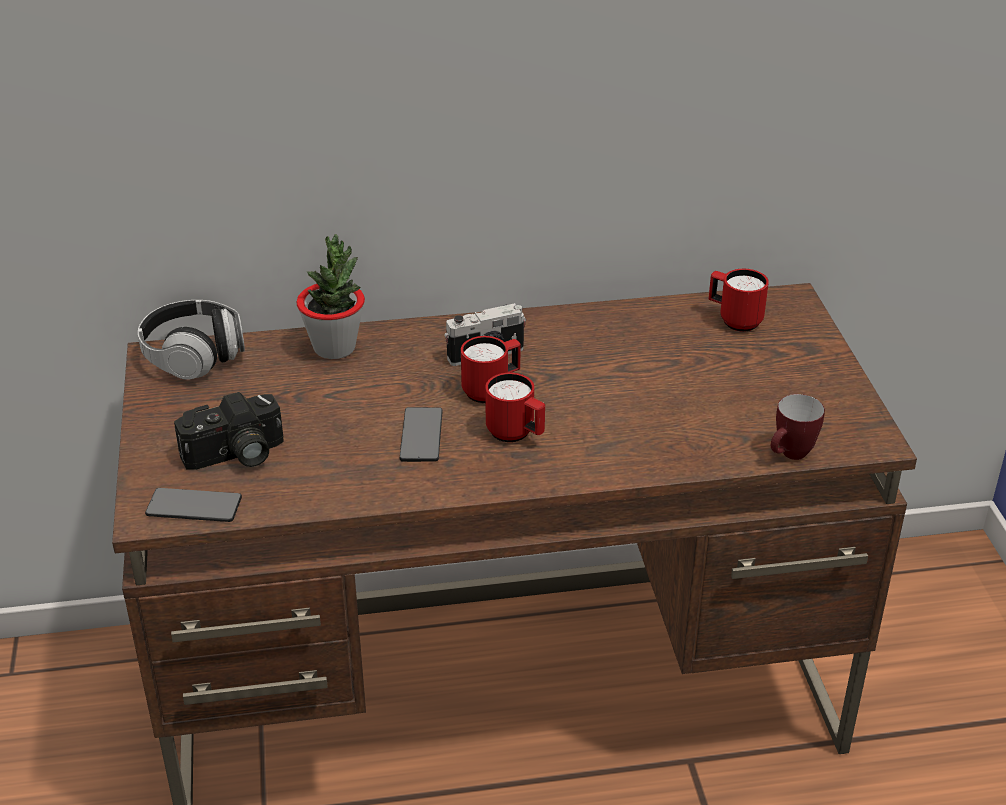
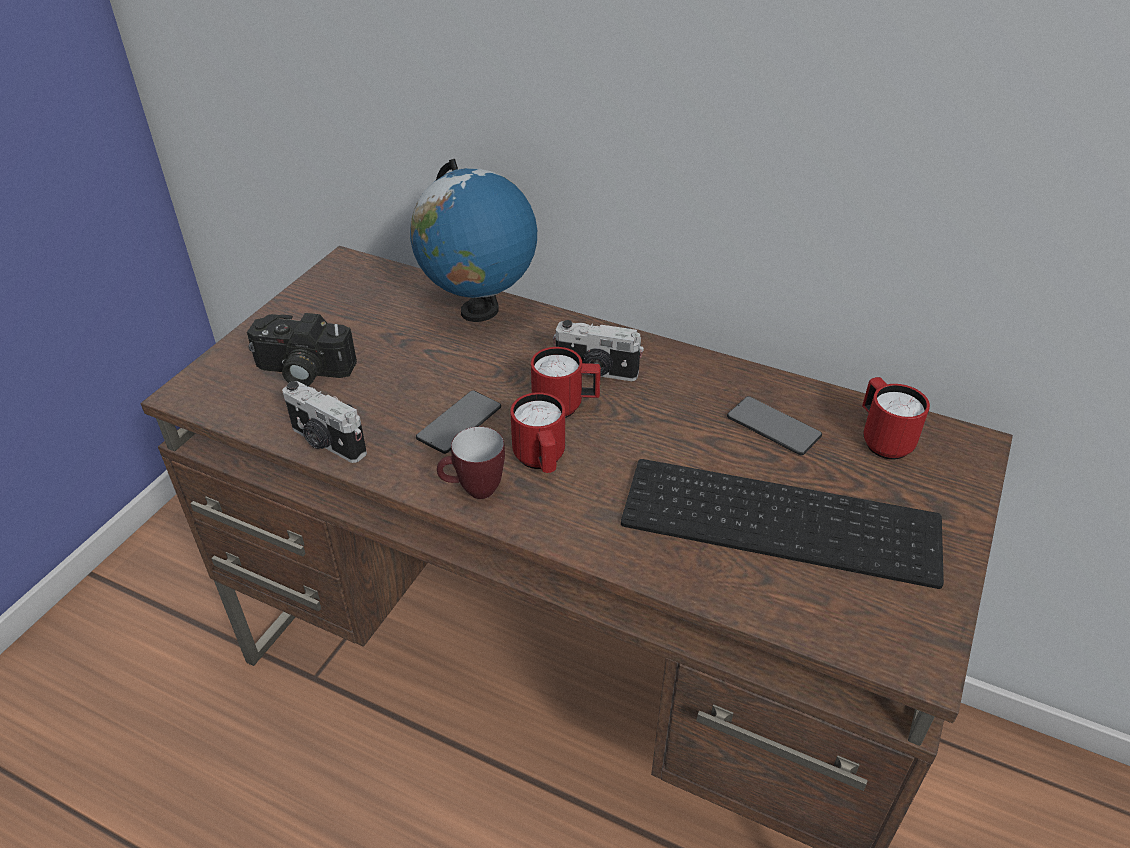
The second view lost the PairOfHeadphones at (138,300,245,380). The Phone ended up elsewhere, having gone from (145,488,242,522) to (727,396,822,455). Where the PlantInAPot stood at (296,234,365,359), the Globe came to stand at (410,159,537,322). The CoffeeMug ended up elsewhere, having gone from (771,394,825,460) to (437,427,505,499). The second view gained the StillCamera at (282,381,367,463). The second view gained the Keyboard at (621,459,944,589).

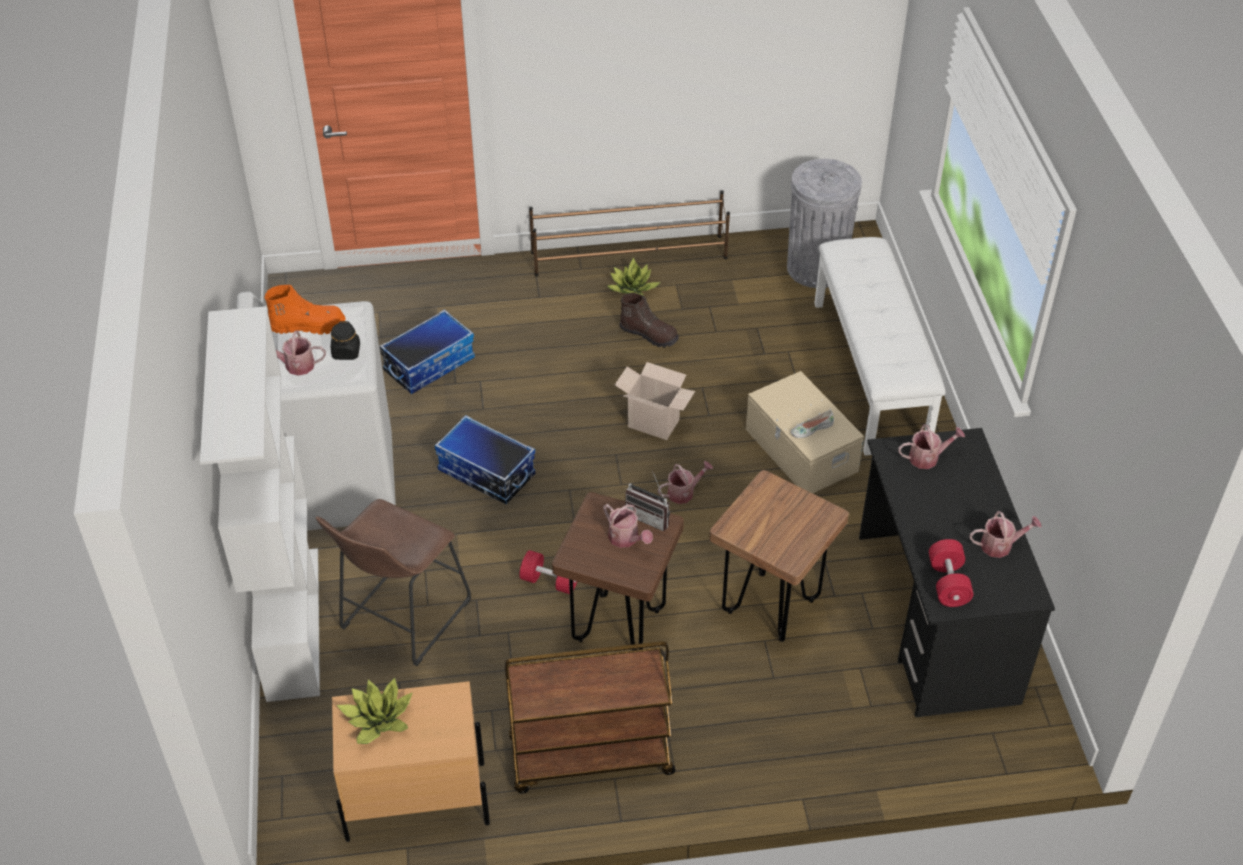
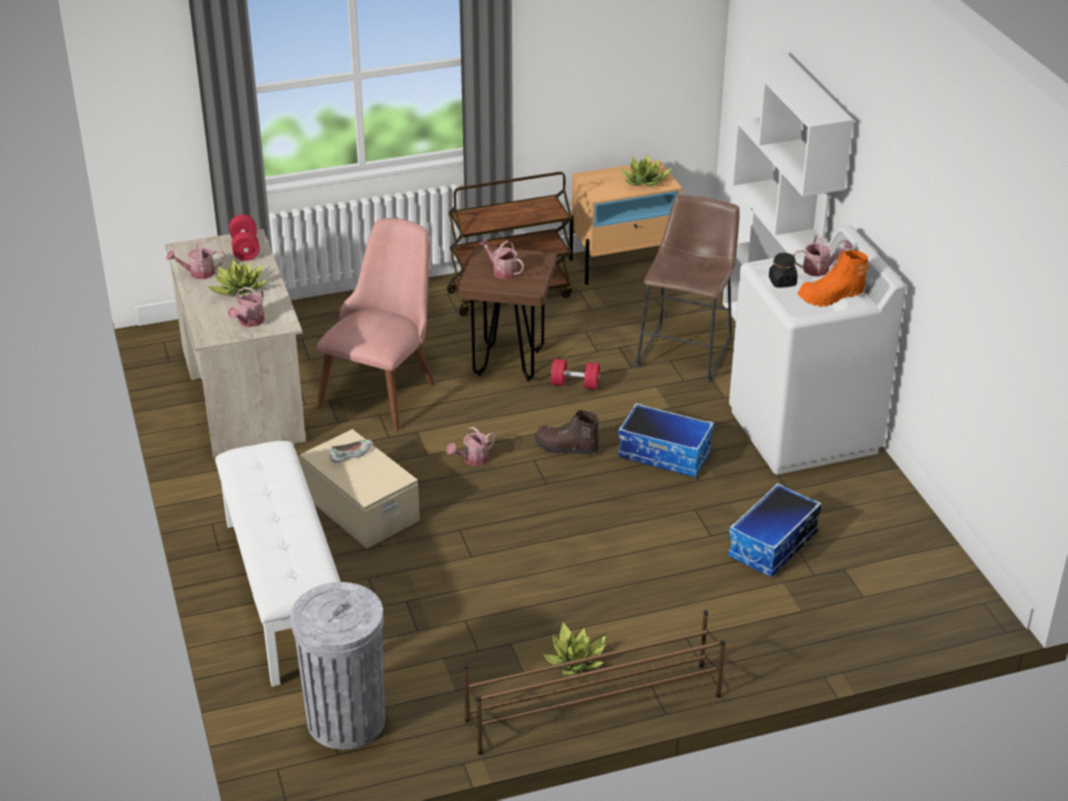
The second view lost the CardboardBox at (615,362,695,440). The BrownColouredHighTopBoot ended up elsewhere, having gone from (620,293,679,348) to (535,410,599,455). The second view lost the Radio at (625,471,670,531). Where the BrownColouredStoolSeat stood at (709,470,849,642), the PinkColouredPlainChair came to stand at (317,218,435,431). What was the BlackDeskTable at (859,428,1055,717) turned into the BeigeColouredDeskTable at (165,229,306,459). The SprinklingCan at (898,424,965,469) ended up facing another way, 45 degrees counterclockwise from before. The second view gained the PlantInAPot at (207,260,267,296).

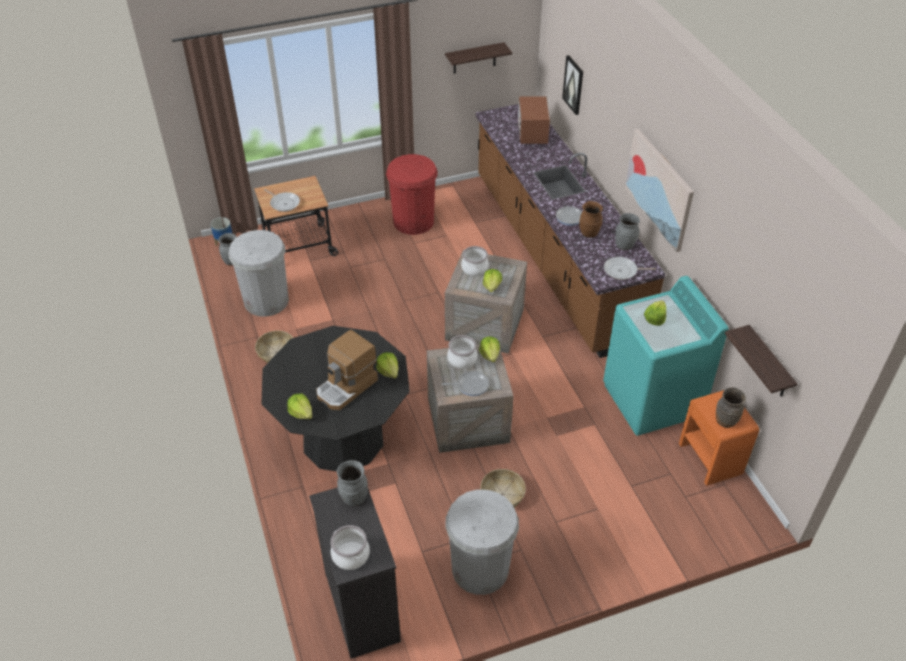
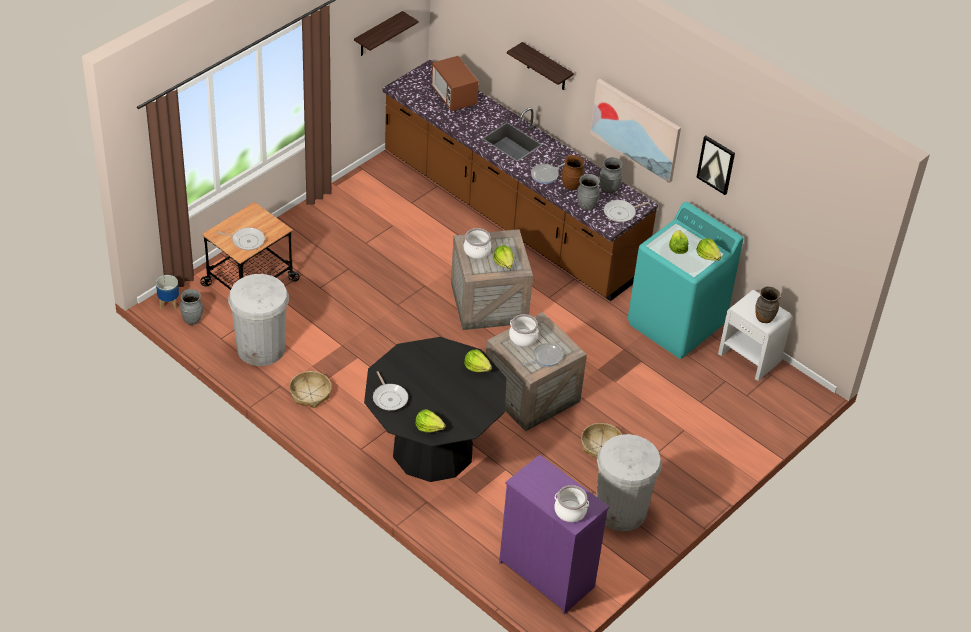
What was the BlackChestOfDrawers at (309,487,401,659) turned into the PurpleColouredChestOfDrawers at (499,455,609,614). The second view lost the CoffeeBrewer at (316,330,378,410). The GreyishFlowerVase ended up elsewhere, having gone from (337,460,368,506) to (577,174,600,210). The second view lost the ReddishWasteBin at (386,154,438,235). The LettuceHead ended up elsewhere, having gone from (479,337,500,362) to (697,238,721,261). The WallPicture ended up elsewhere, having gone from (562,55,583,115) to (696,136,735,195). What was the OrangeyBedsideTable at (679,390,759,486) turned into the WhiteBedsideTable at (718,290,792,381). The Shelf ended up elsewhere, having gone from (725,325,798,397) to (507,42,574,90). The second view gained the Skillet at (373,371,408,410).

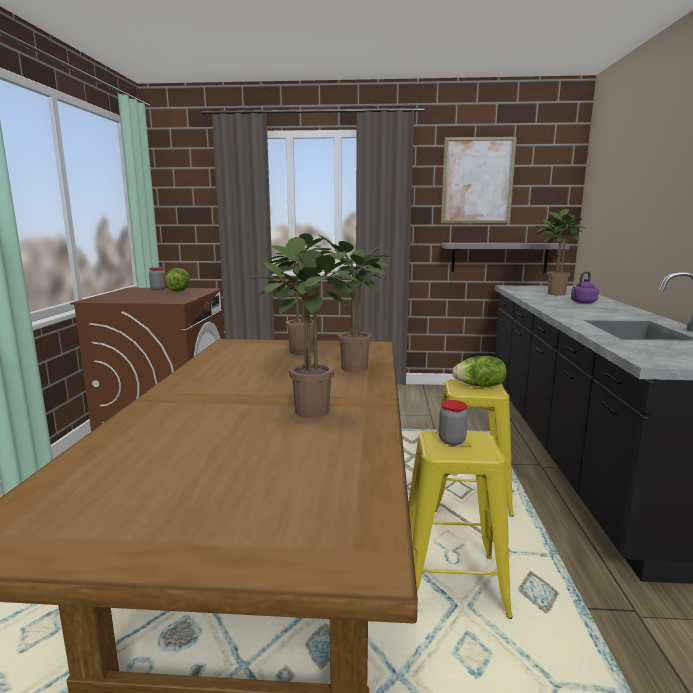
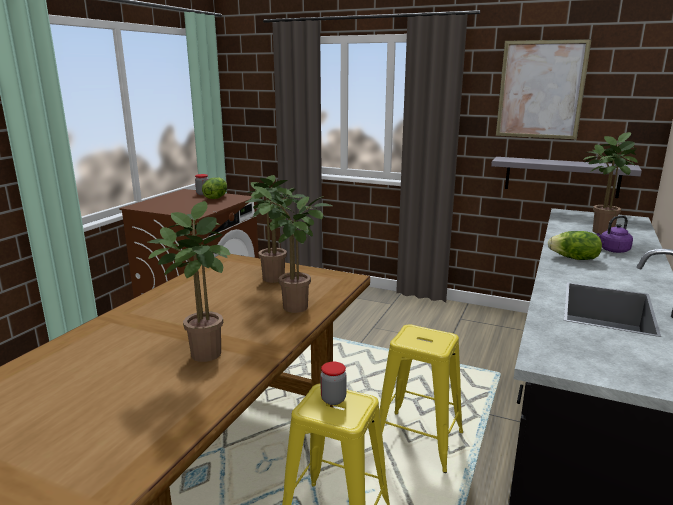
The LettuceHead ended up elsewhere, having gone from (452,356,506,387) to (548,231,602,260).

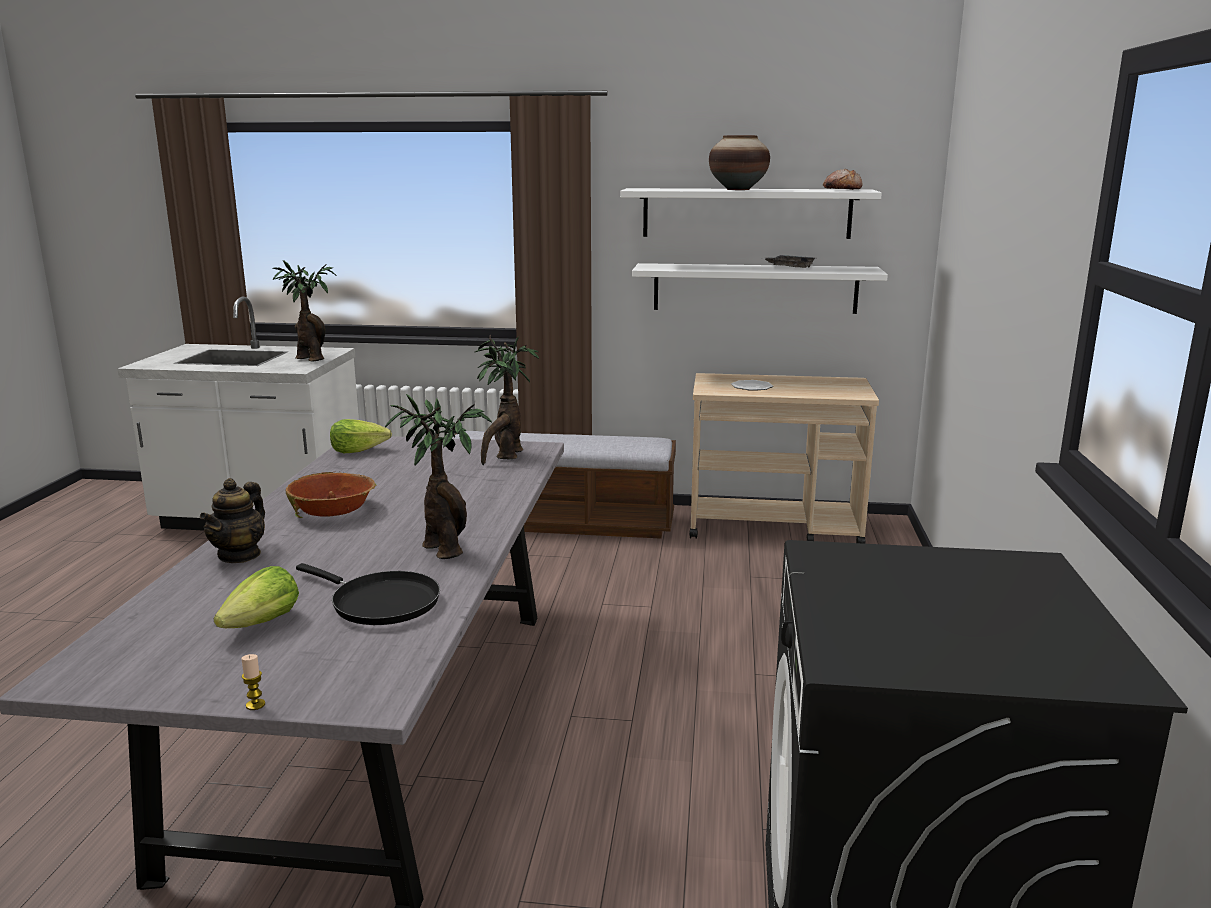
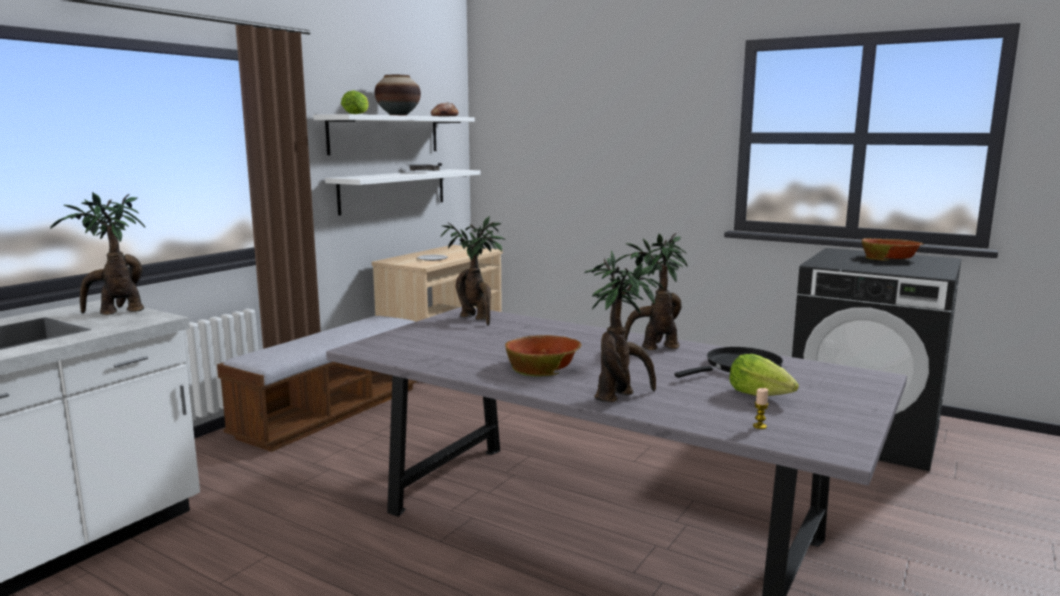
Where the PotForTea stood at (200,478,265,563), the PlantInAPot came to stand at (584,251,664,402). The Candle ended up elsewhere, having gone from (241,654,265,710) to (753,388,769,429). The LettuceHead ended up elsewhere, having gone from (330,419,392,453) to (341,90,369,114). The second view gained the Bowl at (862,238,924,261).

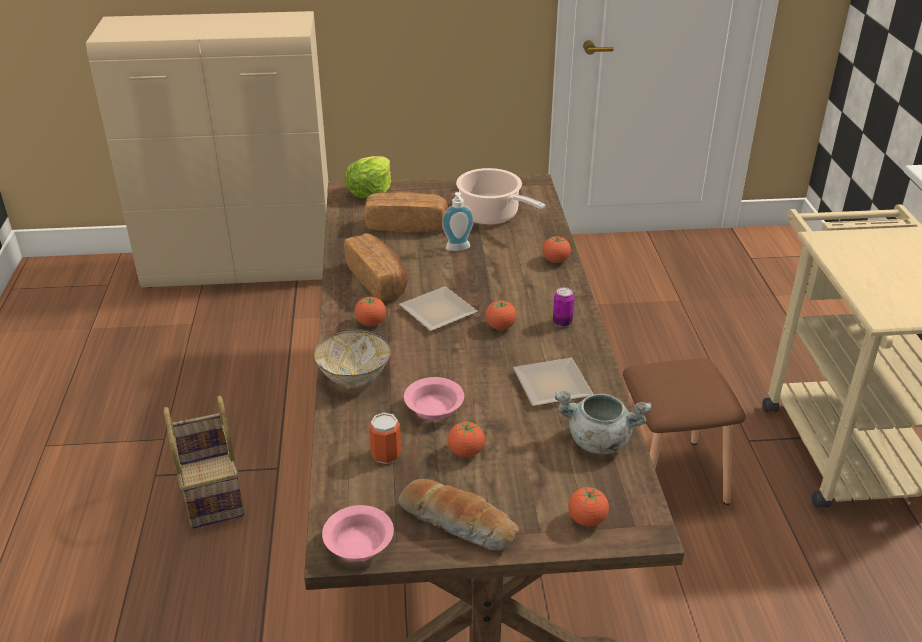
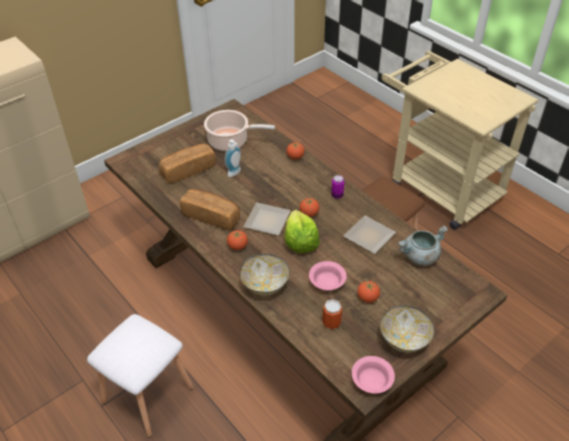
Where the StorageBasket stood at (164,396,244,529), the WhiteStoolSeat came to stand at (87,314,194,438). The LettuceHead ended up elsewhere, having gone from (345,156,391,199) to (285,210,320,253). Where the BakedBread stood at (399,479,519,551), the Bowl came to stand at (380,305,434,353). The second view lost the Tomato at (568,487,609,526).

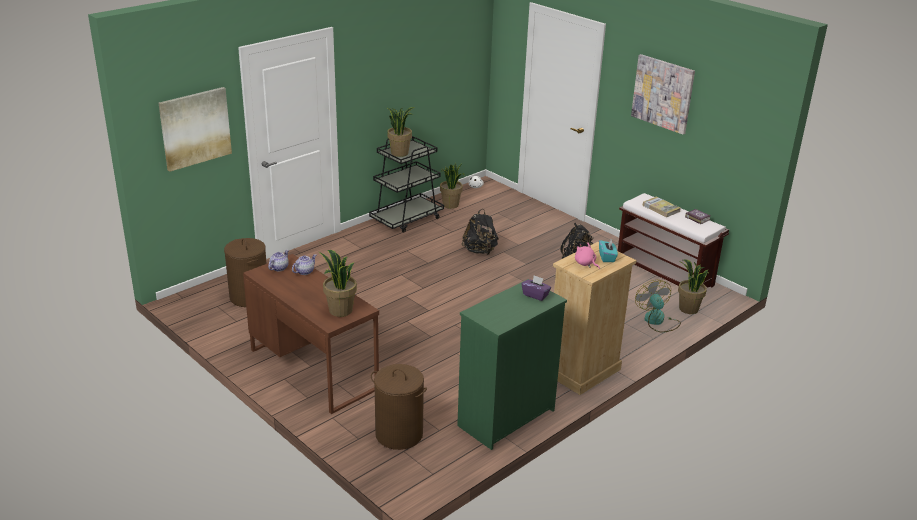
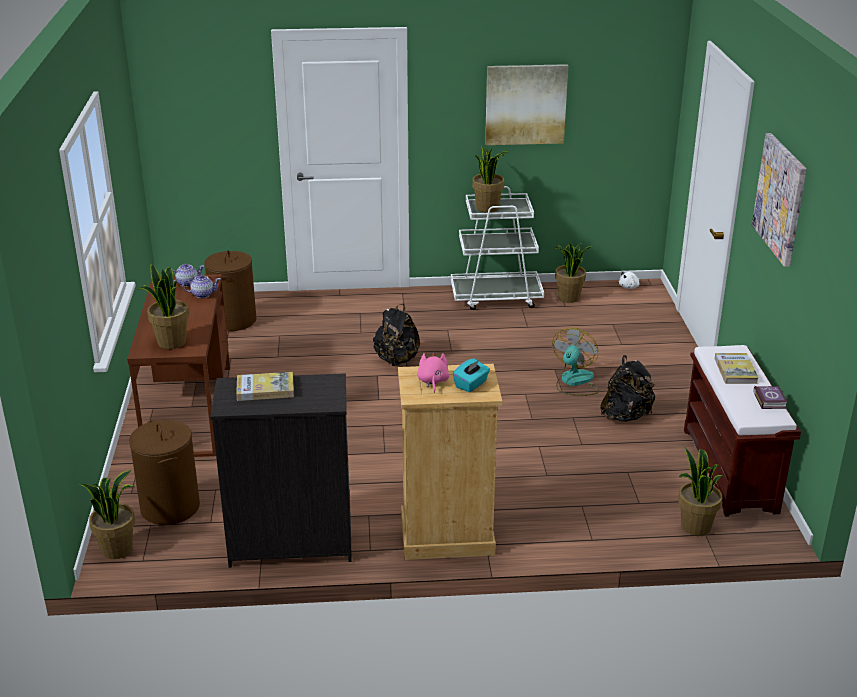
The WallPicture ended up elsewhere, having gone from (158,87,232,172) to (485,64,568,145). What was the BlackTrolley at (369,136,444,233) turned into the WhiteTrolley at (451,186,544,310). What was the GreenColouredChestOfDrawers at (457,279,567,450) turned into the BlackChestOfDrawers at (210,373,352,568). The BlackBackpack ended up elsewhere, having gone from (461,209,499,255) to (373,304,420,366). The second view lost the PurpleColouredTissueBox at (522,275,551,301). The ElectricFan ended up elsewhere, having gone from (635,280,681,333) to (552,328,599,396). The second view gained the PlantInAPot at (80,470,135,559). The second view gained the Volume at (236,372,294,401).

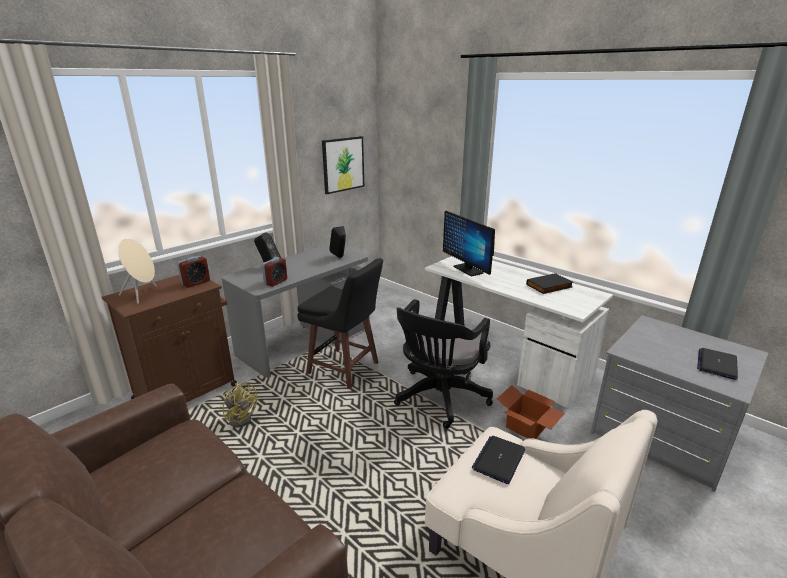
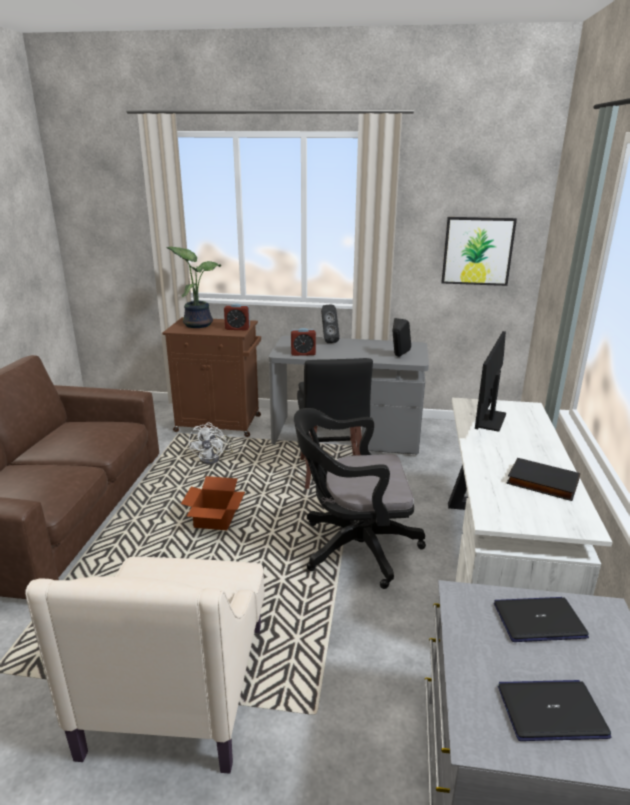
Where the BeigeColouredAudioSpeaker stood at (118,239,157,304), the PlantInAPot came to stand at (166,247,221,328). What was the YellowishElectricFan at (223,383,257,428) turned into the WhiteElectricFan at (189,422,233,464). The Laptop ended up elsewhere, having gone from (472,436,525,484) to (494,597,589,642). The CardboardBox ended up elsewhere, having gone from (497,385,565,439) to (181,476,245,530).

